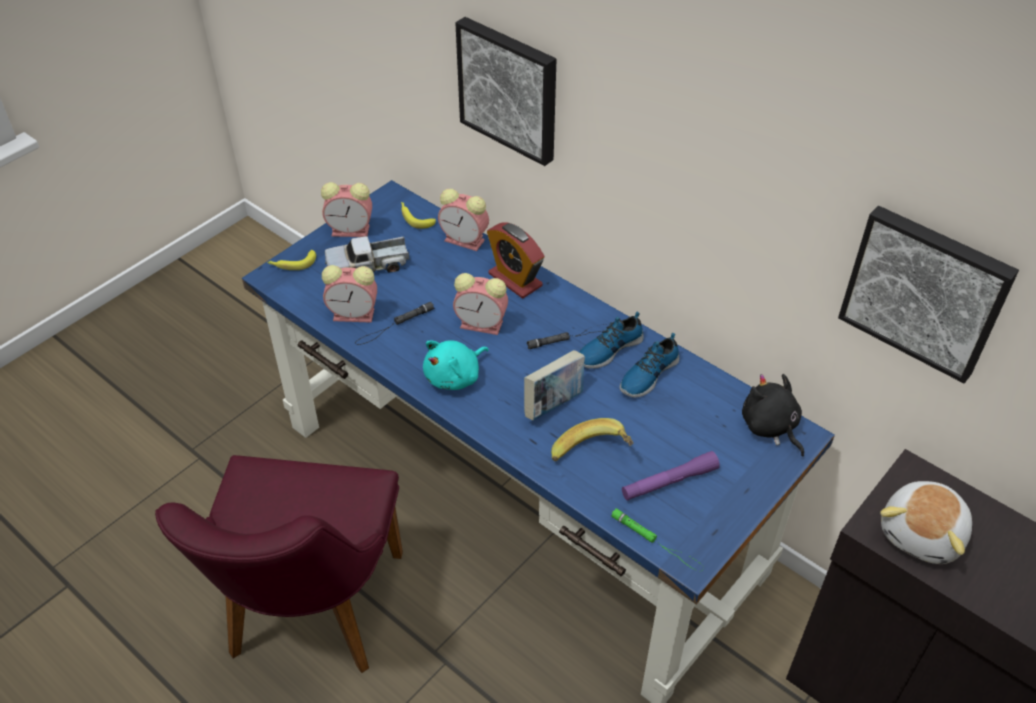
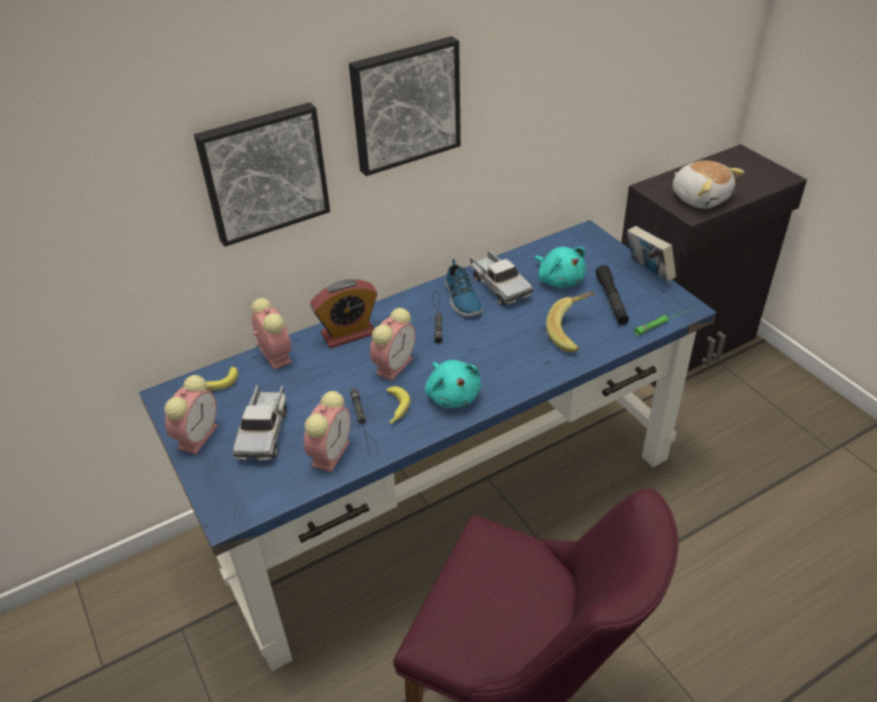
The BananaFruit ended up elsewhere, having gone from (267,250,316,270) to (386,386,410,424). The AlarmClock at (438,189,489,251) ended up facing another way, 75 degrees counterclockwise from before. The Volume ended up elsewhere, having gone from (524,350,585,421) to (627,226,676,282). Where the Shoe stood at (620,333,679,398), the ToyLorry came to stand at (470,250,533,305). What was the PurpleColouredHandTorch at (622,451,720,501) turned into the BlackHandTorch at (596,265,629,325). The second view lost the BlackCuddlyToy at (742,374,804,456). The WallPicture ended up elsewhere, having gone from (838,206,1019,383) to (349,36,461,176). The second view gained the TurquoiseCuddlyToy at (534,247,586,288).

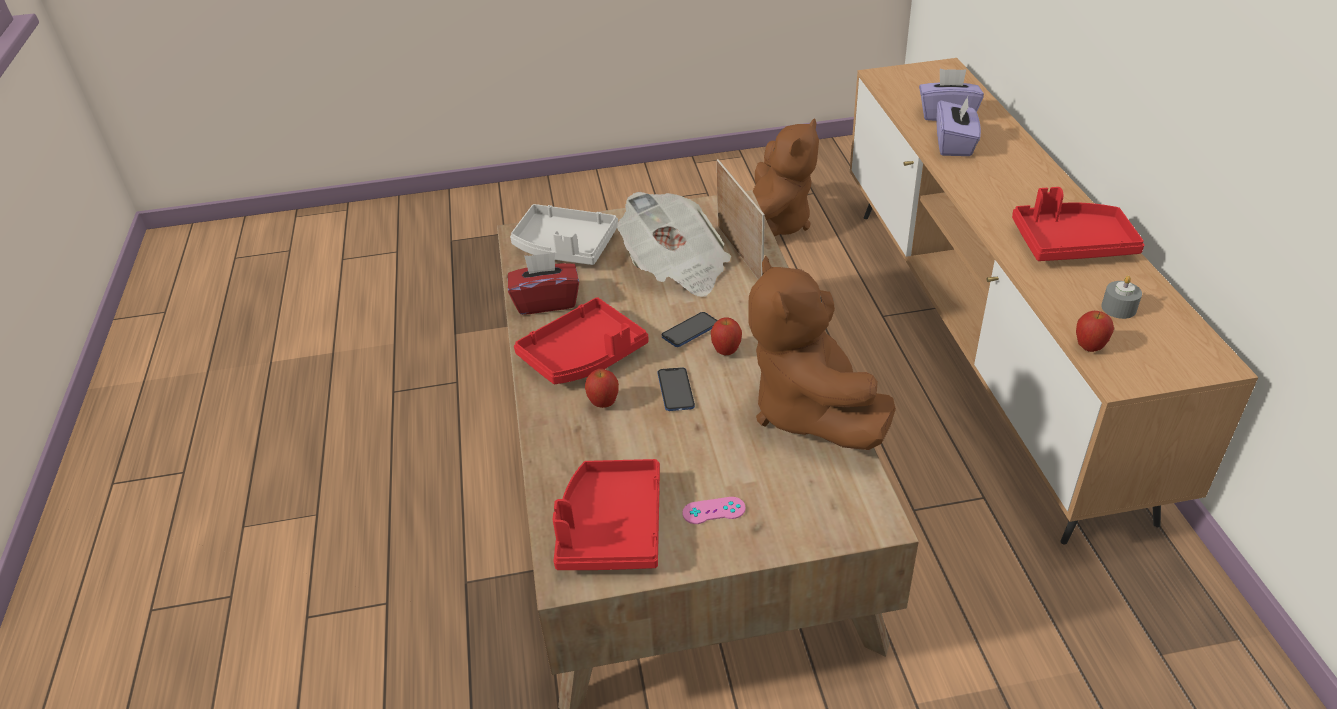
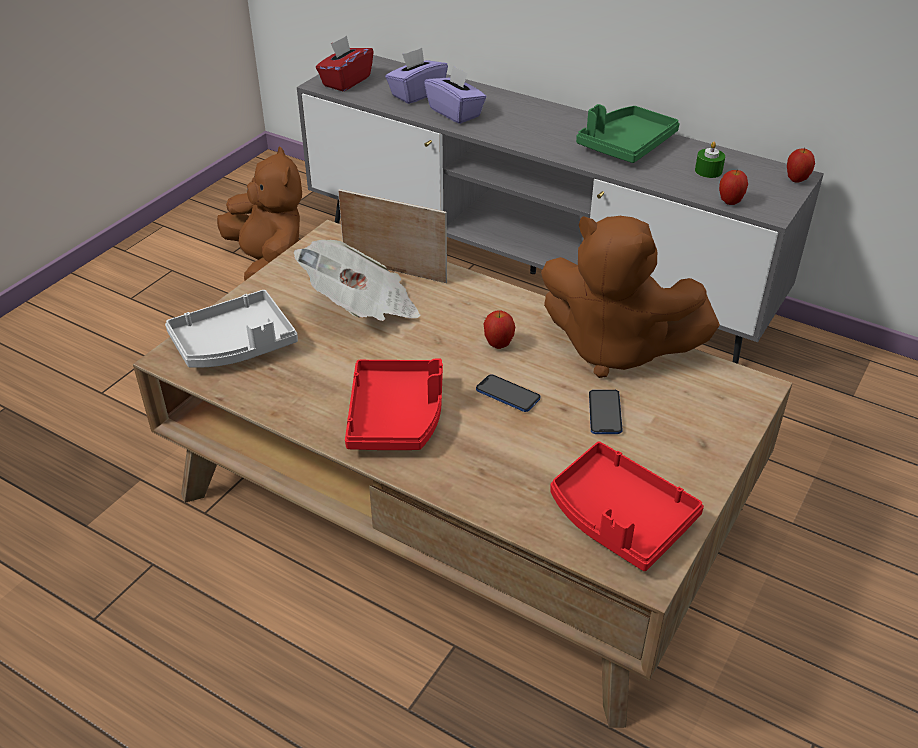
The ReddishTissueBox ended up elsewhere, having gone from (508,252,579,315) to (316,36,374,92). The AppleFruit ended up elsewhere, having gone from (585,369,619,408) to (787,148,815,183). The Phone ended up elsewhere, having gone from (661,312,718,347) to (589,390,622,434). The second view lost the PinkColouredJoypad at (683,497,746,524). What was the BrownColouredTvUnit at (850,58,1258,545) turned into the GreyishTvUnit at (297,55,824,364). What was the ReddishTray at (1012,187,1144,261) turned into the GreenColouredTray at (576,104,680,163). What was the GreyishCandle at (1101,276,1142,319) turned into the GreenColouredCandle at (695,142,725,178).

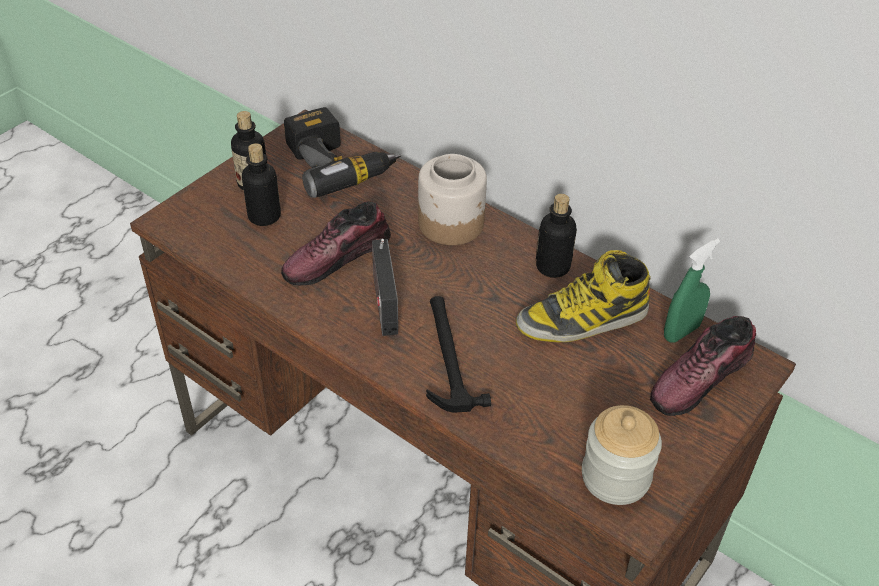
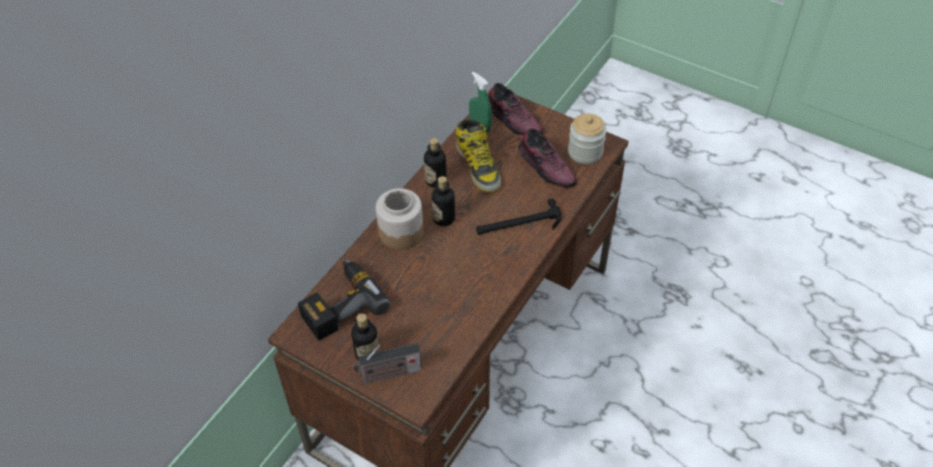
The DrinkBottle ended up elsewhere, having gone from (242,143,281,226) to (432,176,455,226). The Shoe ended up elsewhere, having gone from (281,201,391,285) to (518,128,577,188). The Radio ended up elsewhere, having gone from (372,238,398,336) to (353,343,422,384).

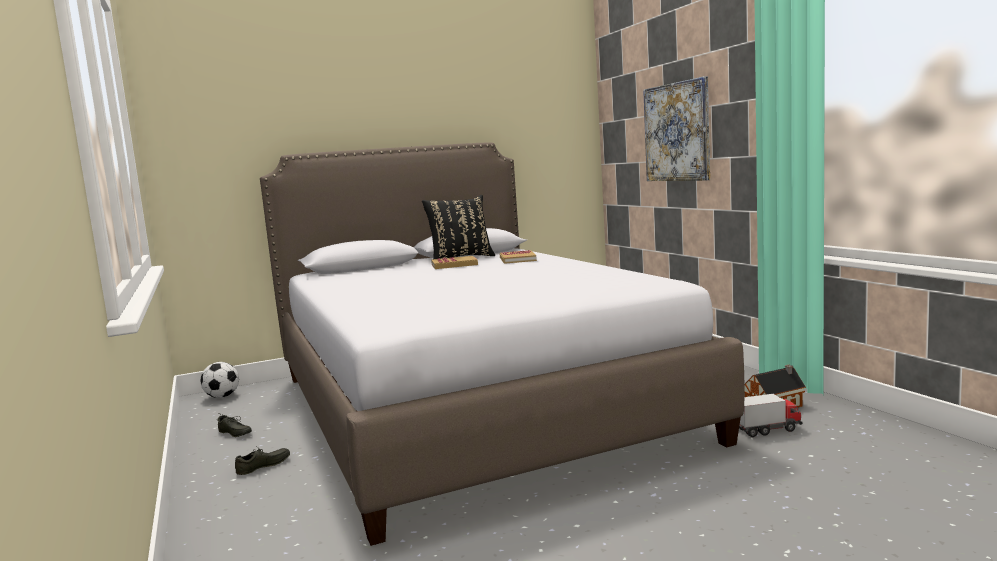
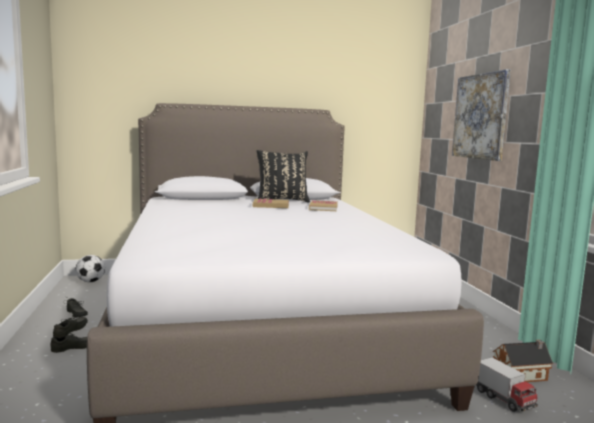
The ToyLorry at (739,394,802,437) ended up facing another way, 60 degrees clockwise from before. The second view gained the GreyishShoe at (53,317,88,337).

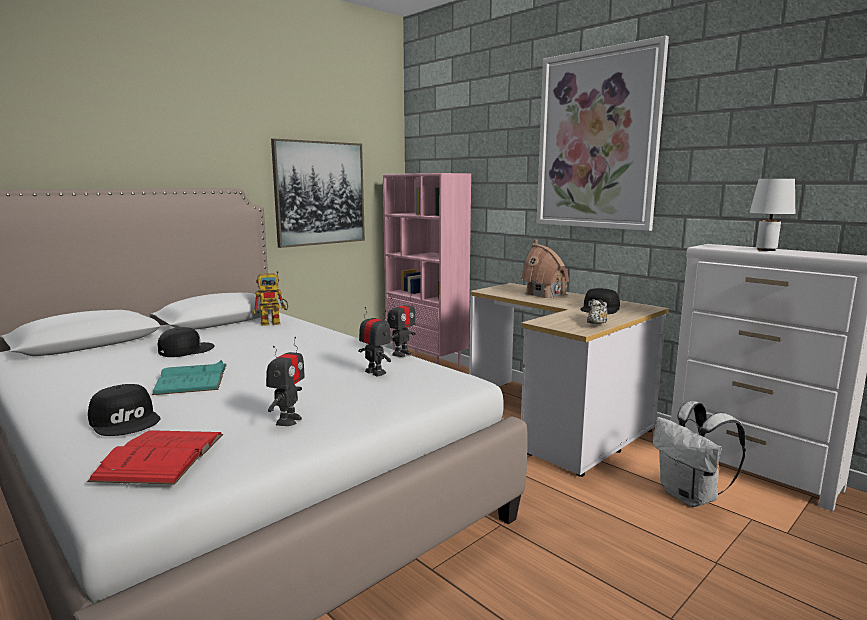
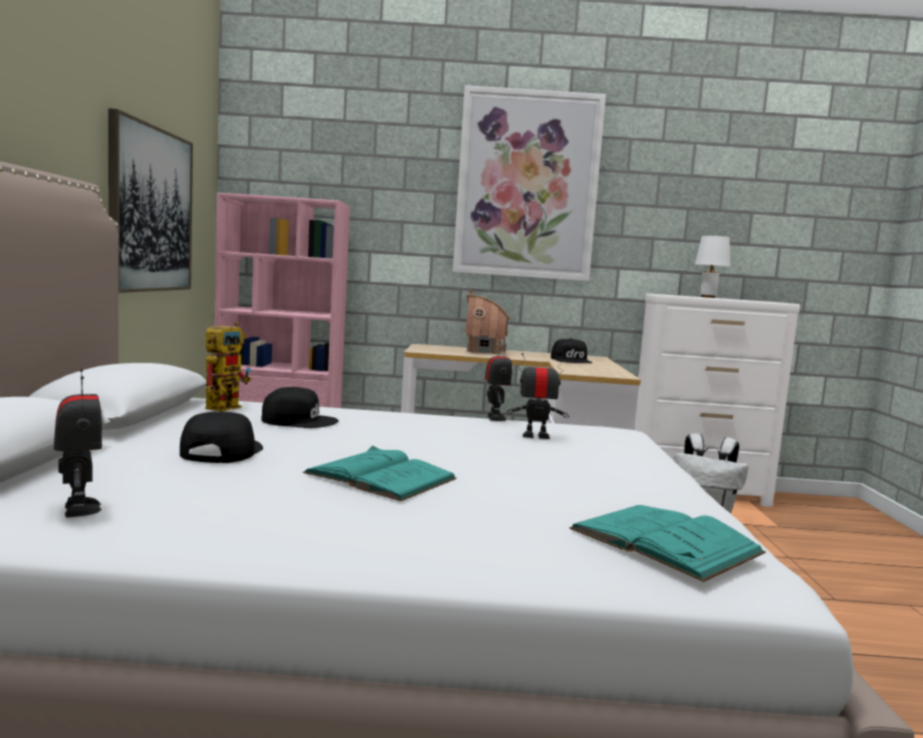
What was the ReddishVolume at (87,430,223,485) turned into the TurquoiseVolume at (569,505,766,582). The BlackCap ended up elsewhere, having gone from (88,384,160,436) to (261,387,339,428). The ToyRobot ended up elsewhere, having gone from (266,337,305,426) to (54,369,104,517). The second view lost the Shoe at (587,300,607,324).

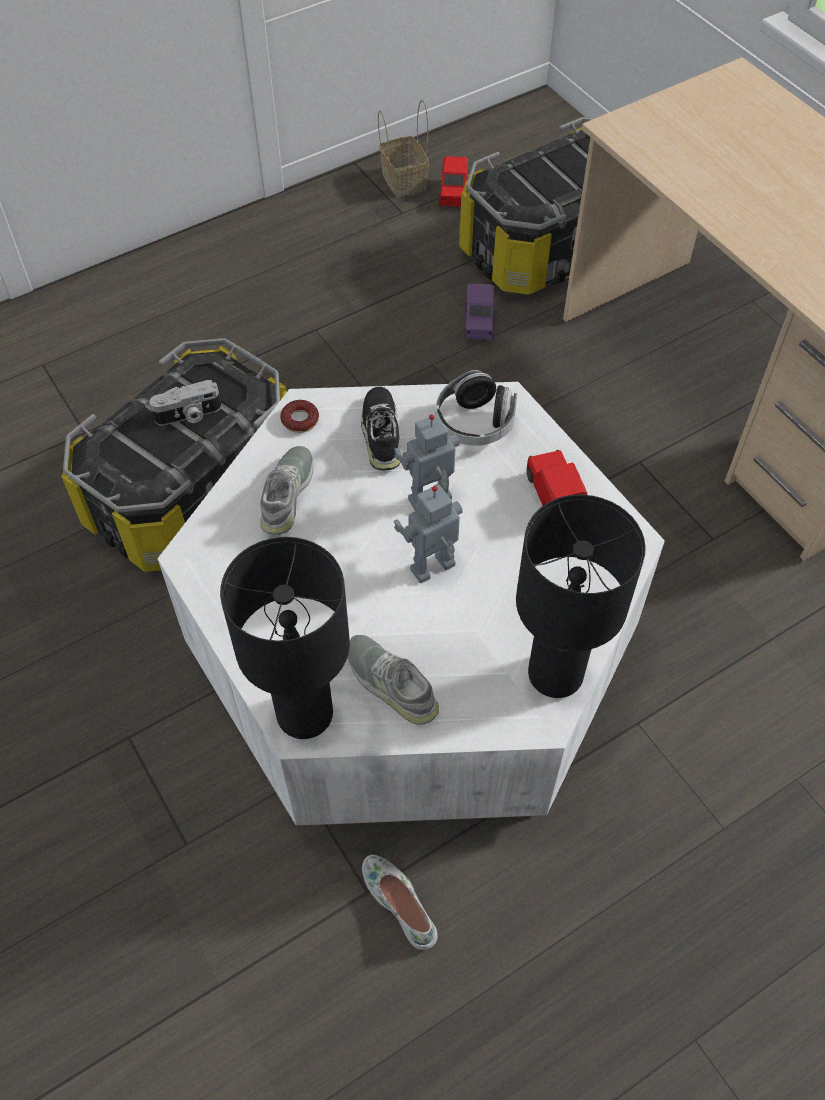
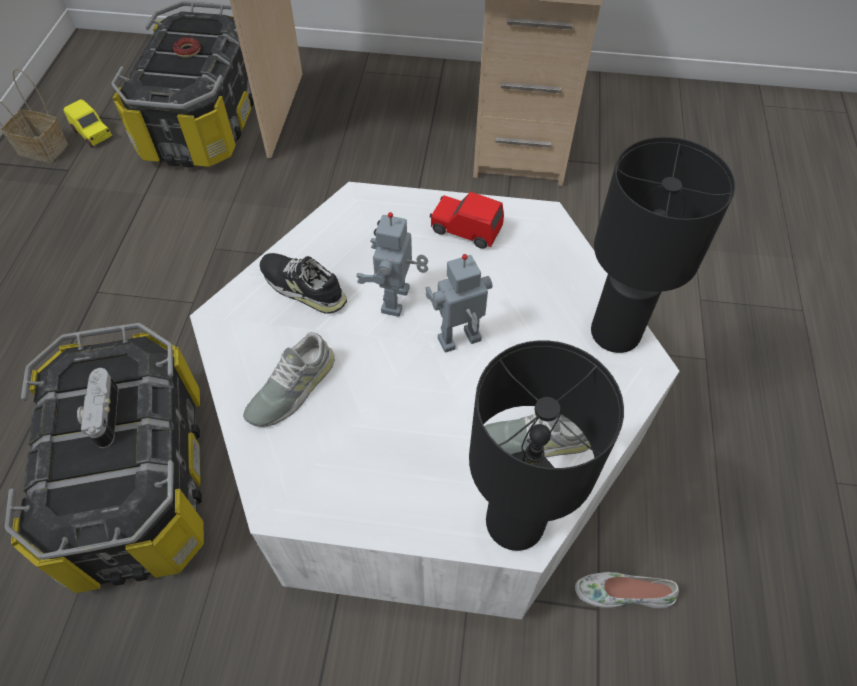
The StillCamera at (149,380,221,426) ended up facing another way, 150 degrees clockwise from before. The GreyishShoe at (260,446,313,535) ended up facing another way, 105 degrees counterclockwise from before. The Donut ended up elsewhere, having gone from (280,400,319,433) to (173,37,200,58). The ToyRobot at (394,484,463,583) ended up facing another way, 60 degrees clockwise from before. The second view lost the PairOfHeadphones at (436,370,517,446). What was the ReddishMiniatureCar at (439,156,468,207) turned into the YellowishMiniatureCar at (63,99,112,147). The second view lost the PurpleColouredMiniatureCar at (465,284,494,340).

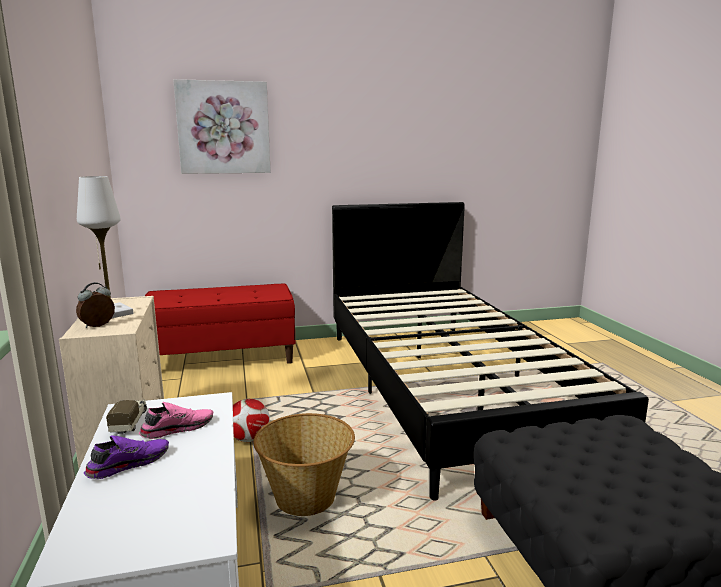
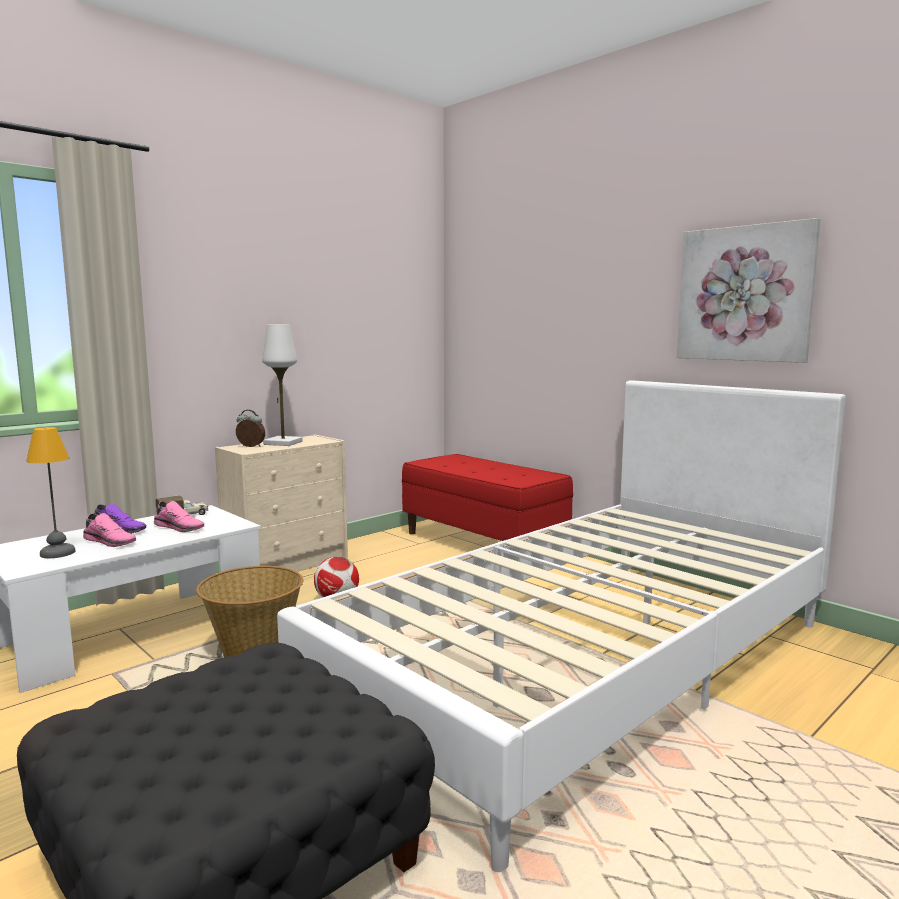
The WallPicture ended up elsewhere, having gone from (173,79,271,174) to (677,218,820,363). What was the BlackBedroomBed at (332,202,649,501) turned into the WhiteBedroomBed at (277,380,845,872). The second view gained the TabletopLamp at (26,427,76,558). The second view gained the PinkColouredShoe at (83,513,136,547).

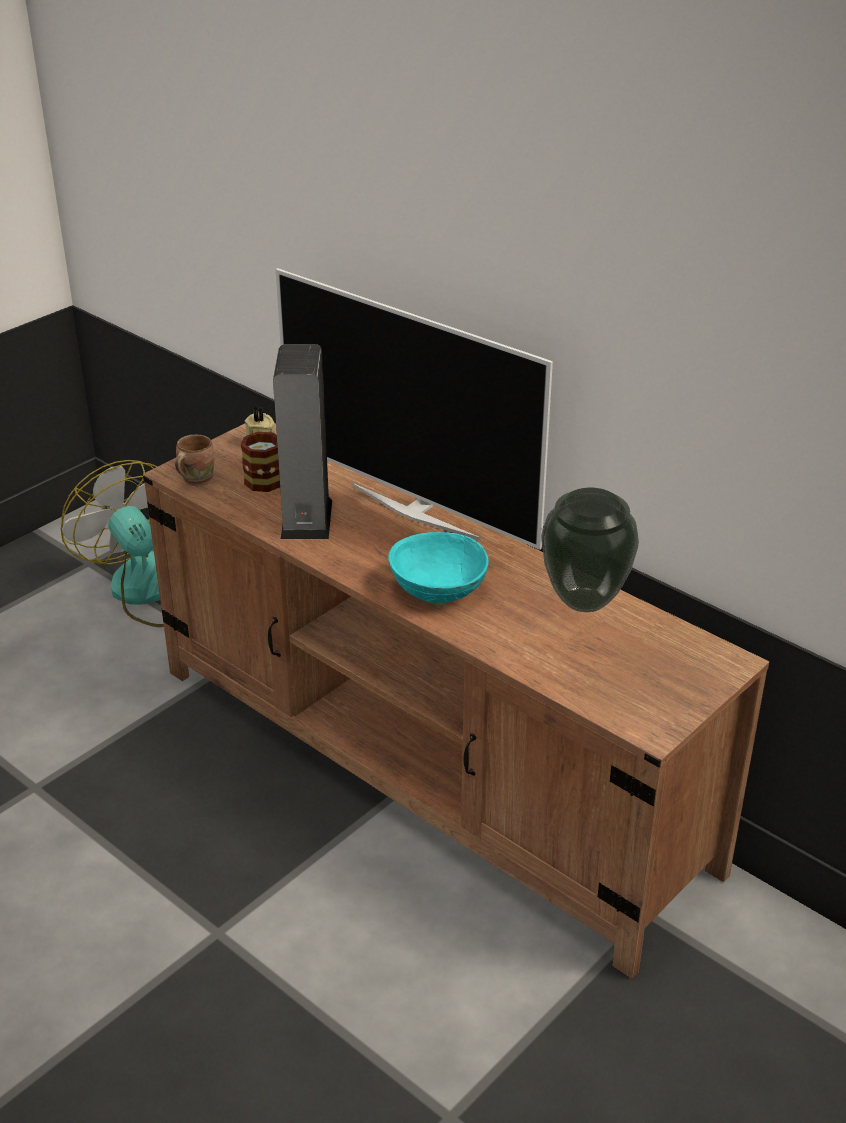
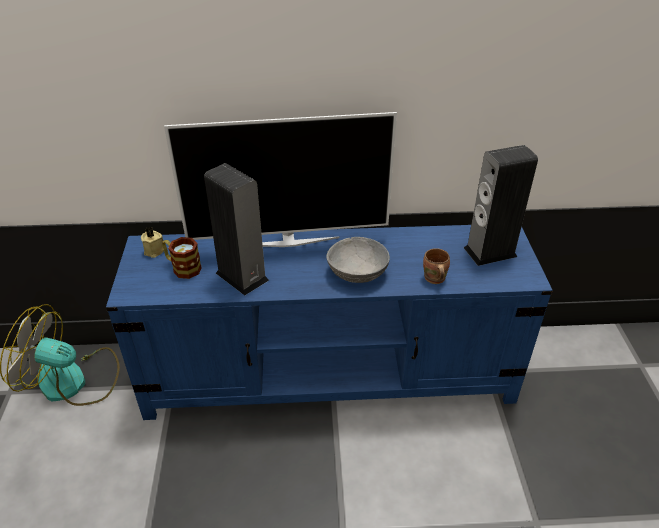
What was the BrownColouredTvUnit at (143,423,769,979) turned into the BluishTvUnit at (106,225,553,420). The BrownColouredCoffeeMug ended up elsewhere, having gone from (175,435,215,486) to (423,248,450,284). What was the TurquoiseBowl at (388,532,489,603) turned into the GreyishBowl at (326,237,390,283). The second view lost the FlowerVase at (541,488,639,612). The second view gained the AudioSpeaker at (464,145,538,266).

